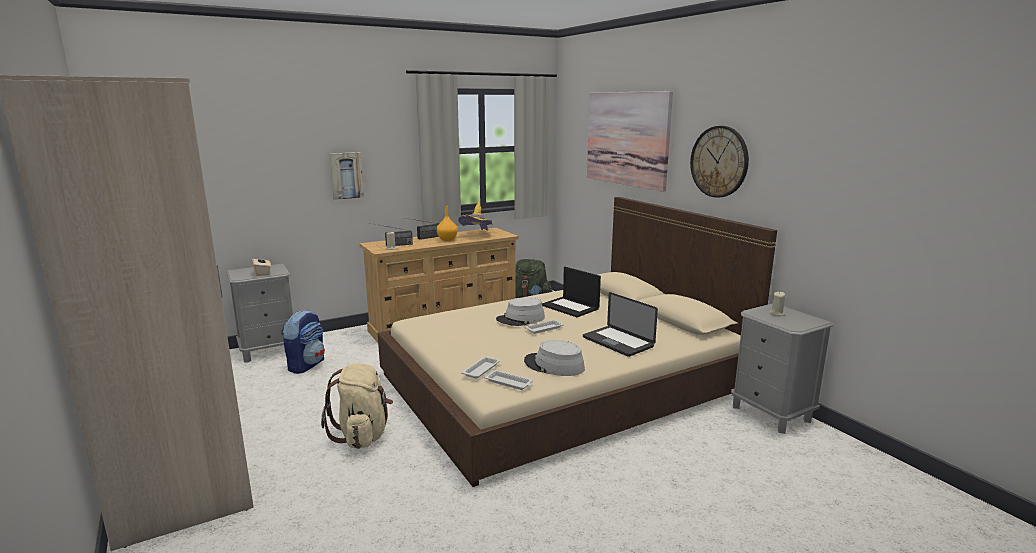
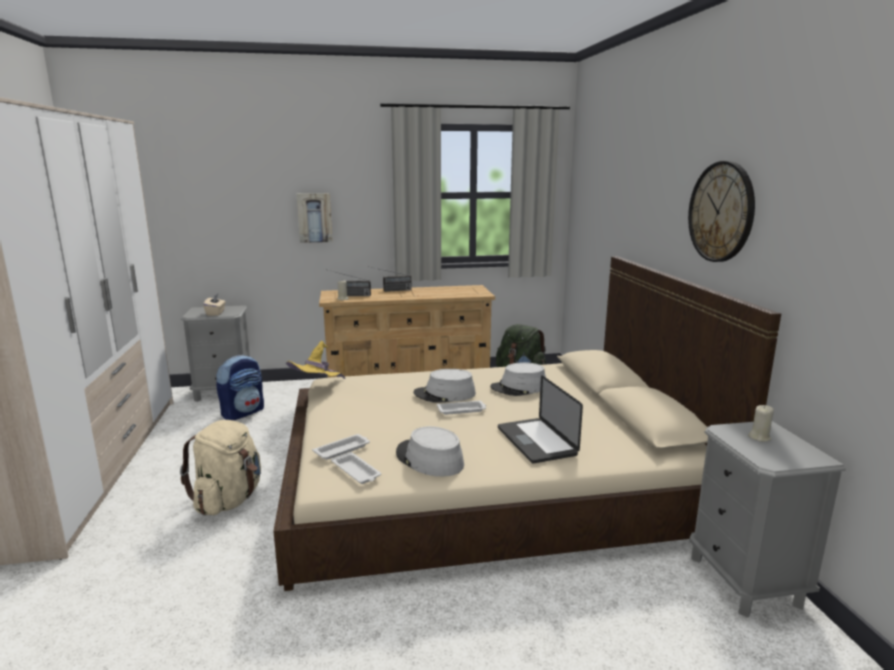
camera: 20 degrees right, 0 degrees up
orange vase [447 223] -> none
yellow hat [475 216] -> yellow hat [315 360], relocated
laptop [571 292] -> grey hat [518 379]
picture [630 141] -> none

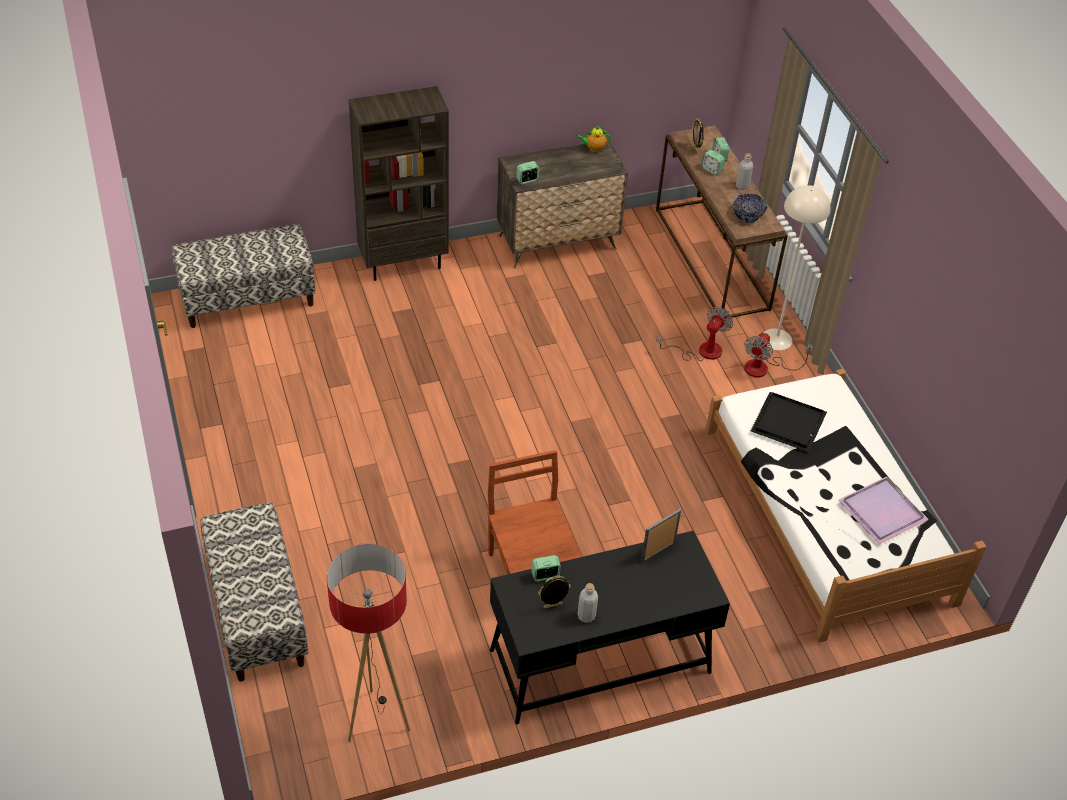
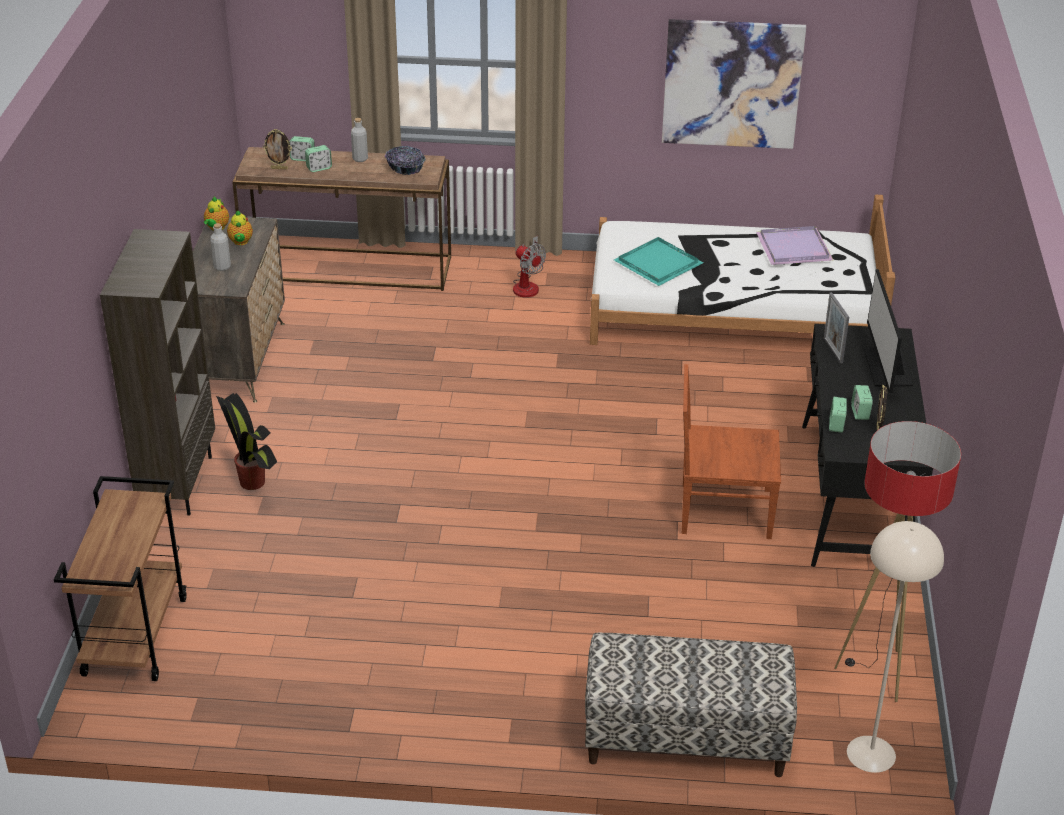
camera: 65 degrees left, 10 degrees down
bench [244 276] -> brown cart [120 578]
alarm clock [528 172] -> alarm clock [862 402], relocated
grey bottle [588 603] -> grey bottle [220 247], relocated
fan [694 334] -> none
black tray [789 422] -> turquoise tray [658 261]
beige floor lamp [797 267] -> beige floor lamp [895 647], relocated
none -> potted plant [246 441]
none -> teapot [240 227]
none -> picture [734 84]
none -> monitor [888 331]

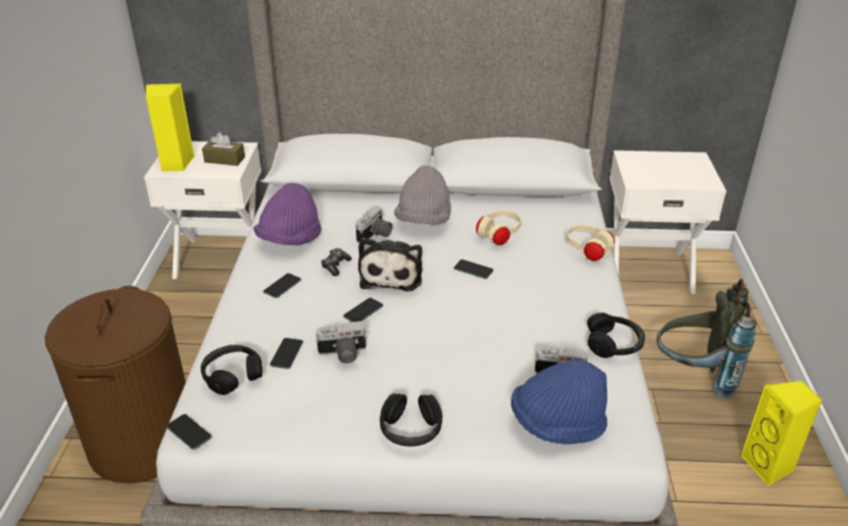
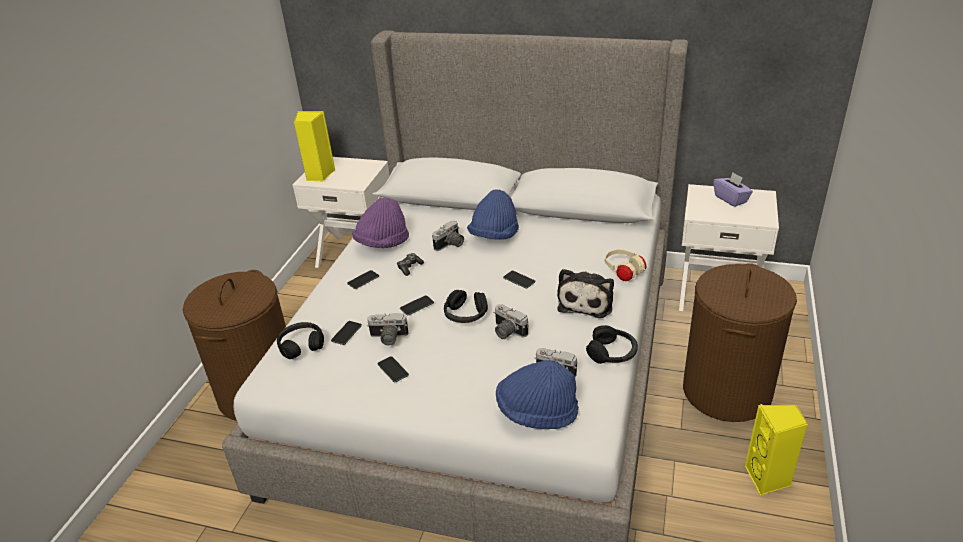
camera: 15 degrees right, 0 degrees up
phone [189 432] -> phone [393 369], relocated
brown tissue box [223 149] -> none
plush toy [390 265] -> plush toy [585 293], relocated
black headphones [411 419] -> black headphones [466 306], relocated
grey hat [422 195] -> blue hat [493 214]
beige headphones [499 227] -> none
grey backpack [706 338] -> brown laundry basket [740 342]
none -> photo camera [511 321]
none -> purple tissue box [733 189]

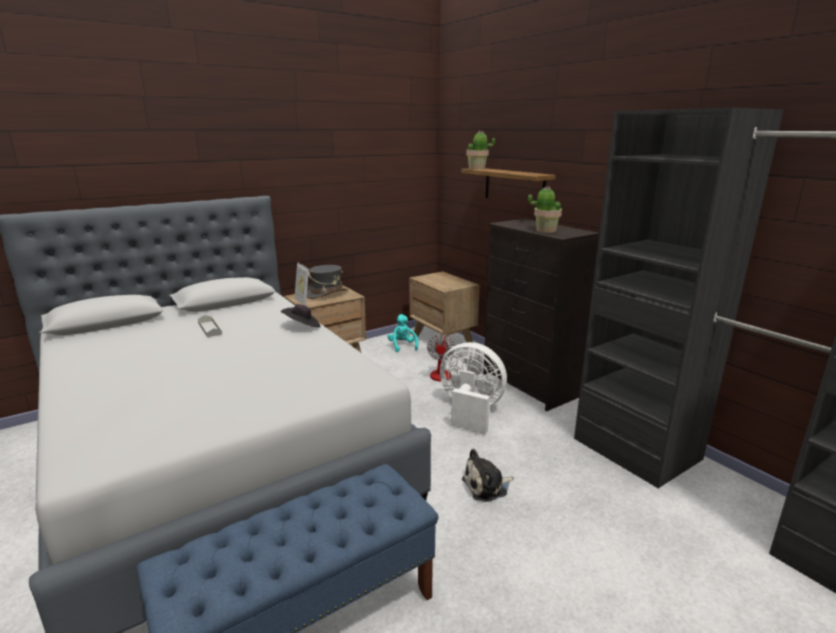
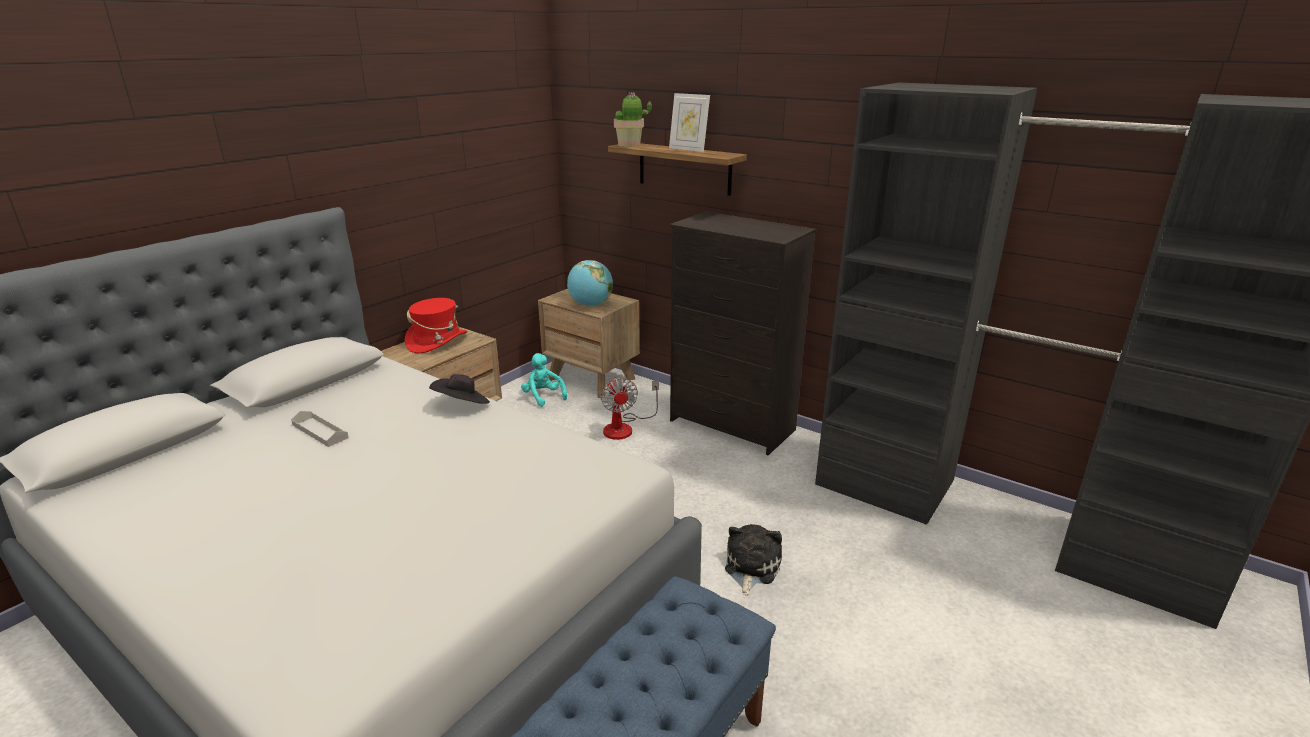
camera: 20 degrees left, 5 degrees up
picture frame [302 284] -> picture frame [689 122], relocated
grey hat [327 282] -> red hat [436 326]
white fan [473 388] -> none
plush toy [488 475] -> plush toy [753 560], 150 degrees clockwise
potted plant [545 209] -> none
none -> globe [590 283]

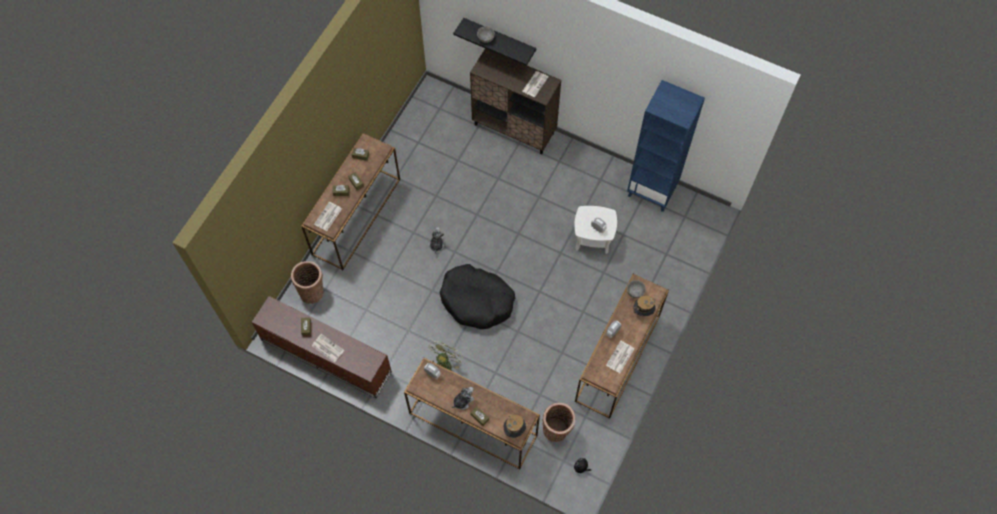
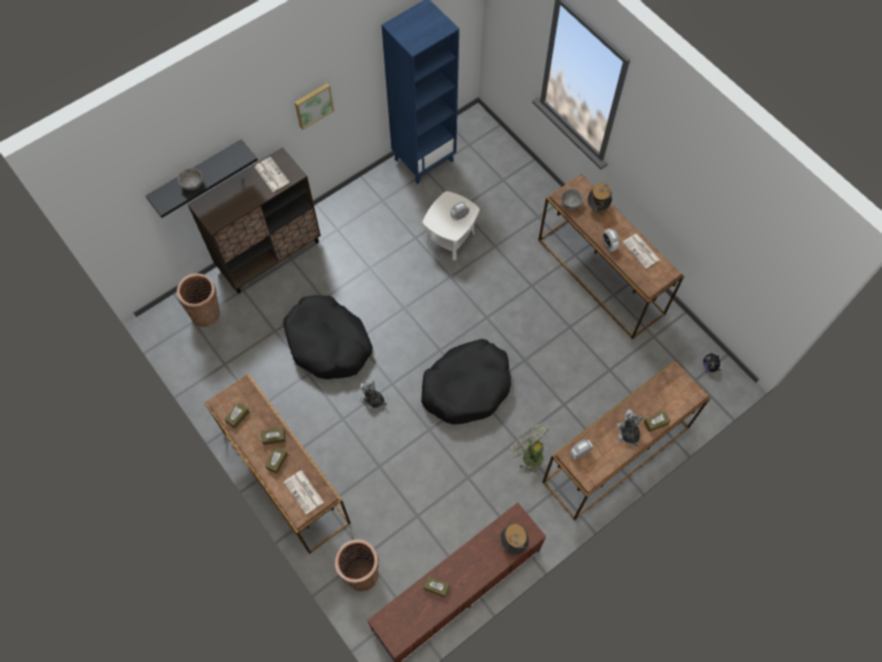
camera: 65 degrees left, 0 degrees up
newspaper [328 348] -> none
hat [515 426] -> hat [515 539], relocated
basket [559 422] -> basket [198 300], relocated
none -> black dog bed [328 337]
none -> picture [314 106]

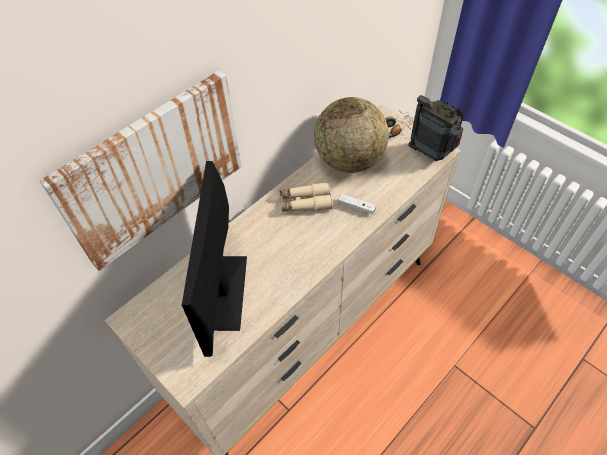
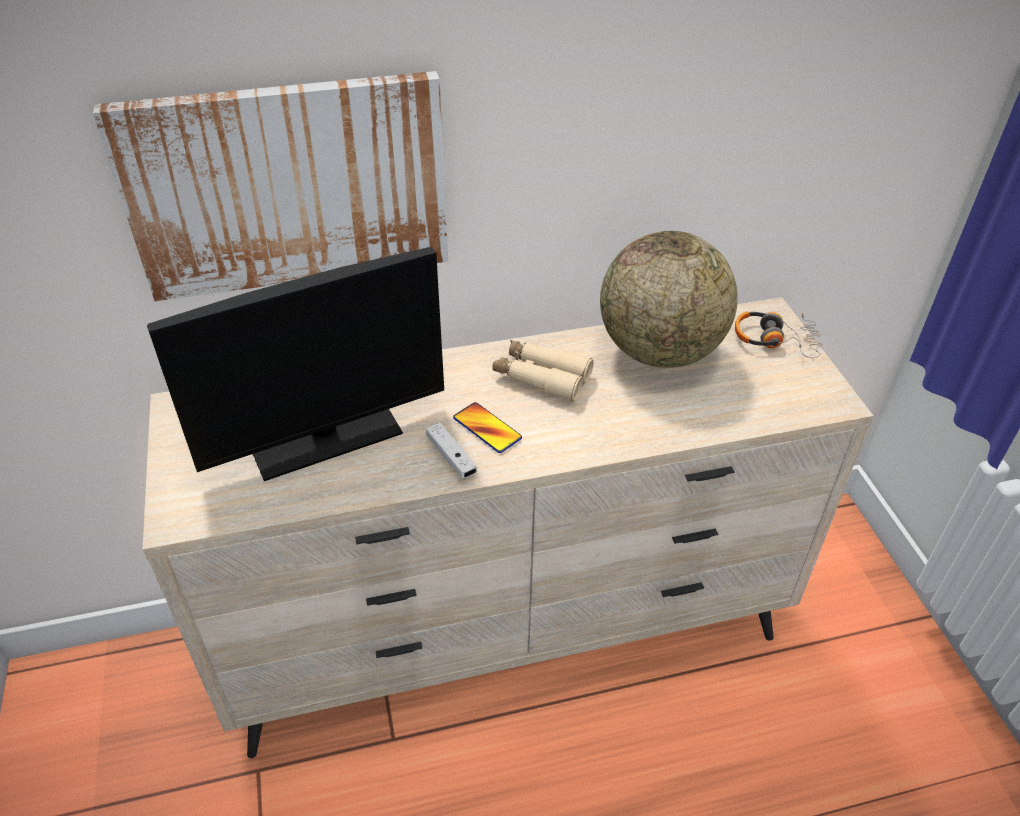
camera: 30 degrees right, 10 degrees down
monitor [214 259] -> monitor [295 364], 150 degrees counterclockwise
white game controller [357 204] -> white game controller [451 450], relocated
radio [440 124] -> none
none -> phone [487 427]

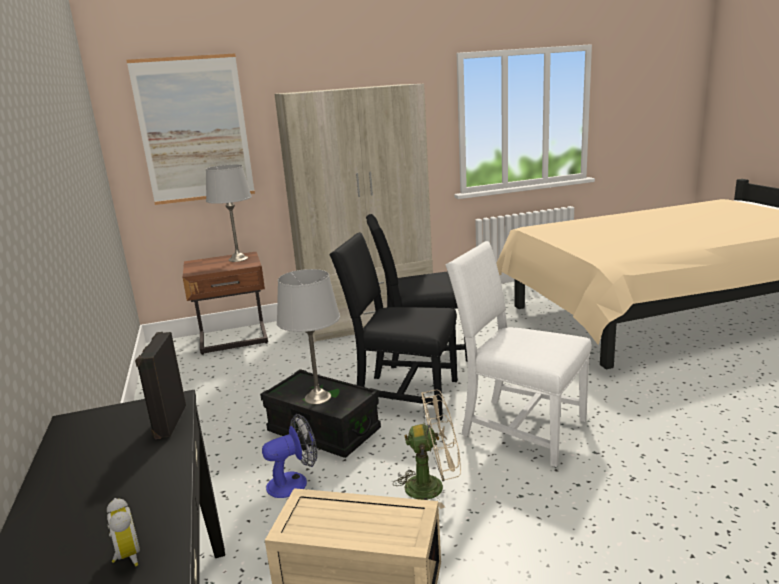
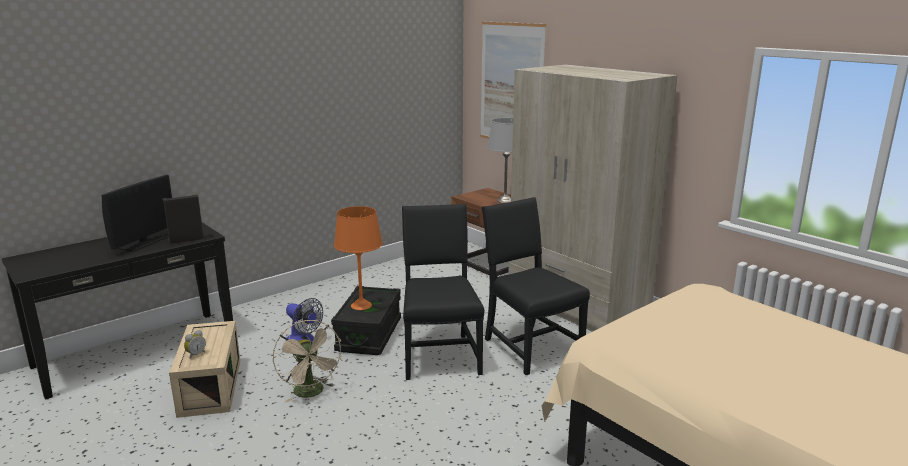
camera: 65 degrees right, 0 degrees up
alarm clock [123 532] -> alarm clock [195 344], relocated
grey table lamp [308 337] -> orange table lamp [358 258]
white chair [519 354] -> none
none -> monitor [137 213]

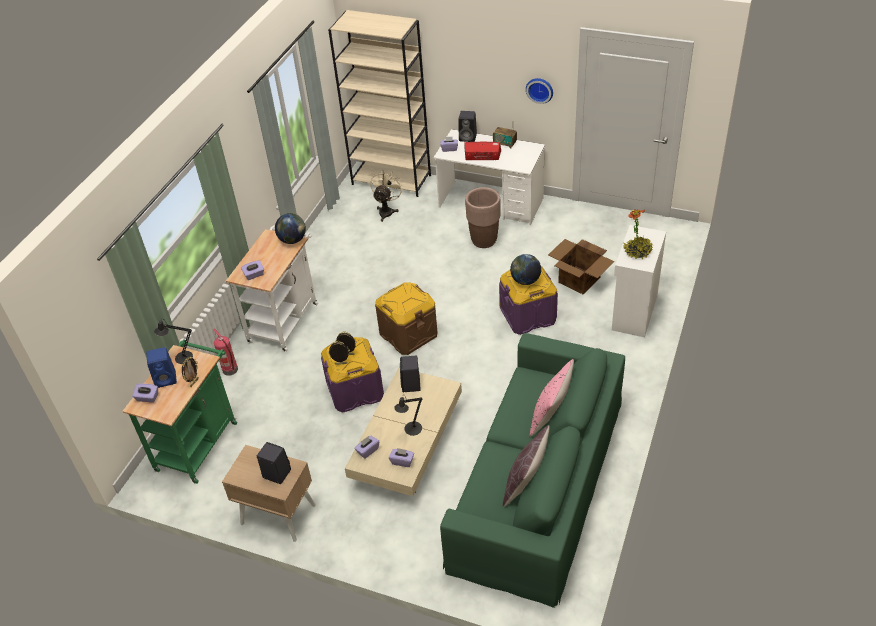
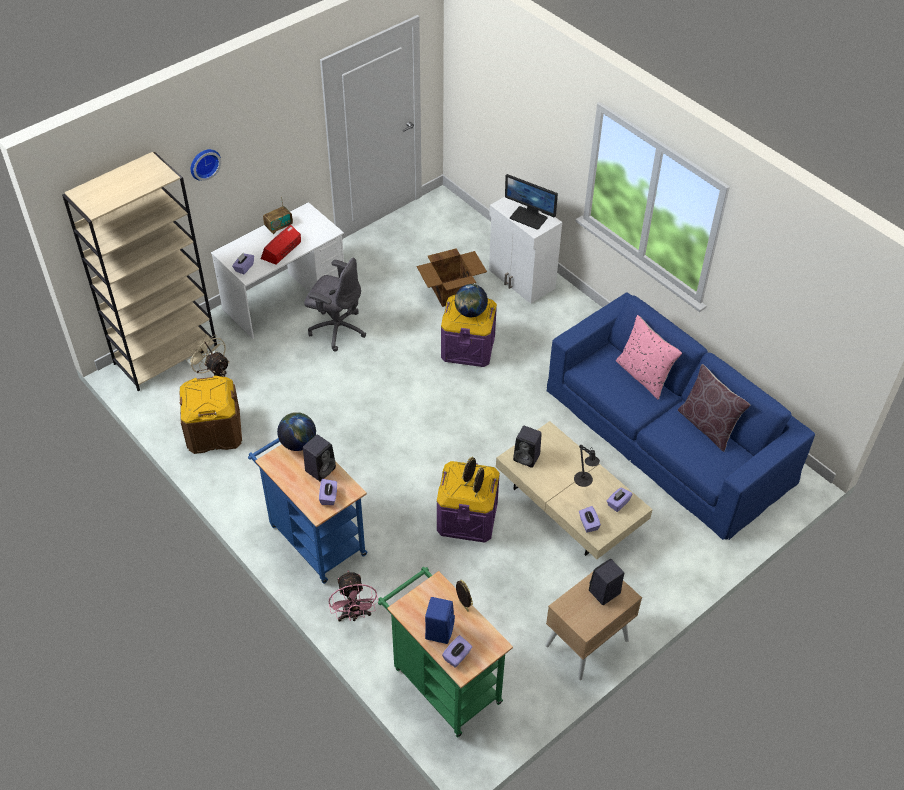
camera: 65 degrees left, 5 degrees up
black table lamp [173 342] -> none
fire extinguisher [225 352] -> pink fan [353 596]
white cart [272 288] -> blue cart [307 511]
brown storage box [406 318] -> brown storage box [211 414], relocated
green sofa [532 470] -> blue sofa [681 416]
black speaker [467 126] -> black speaker [319 458], relocated
brown planter [483 217] -> grey office chair [335 305]
wall clock [539 91] -> wall clock [206 165], relocated
potted plant [638 234] -> monitor [531 202]

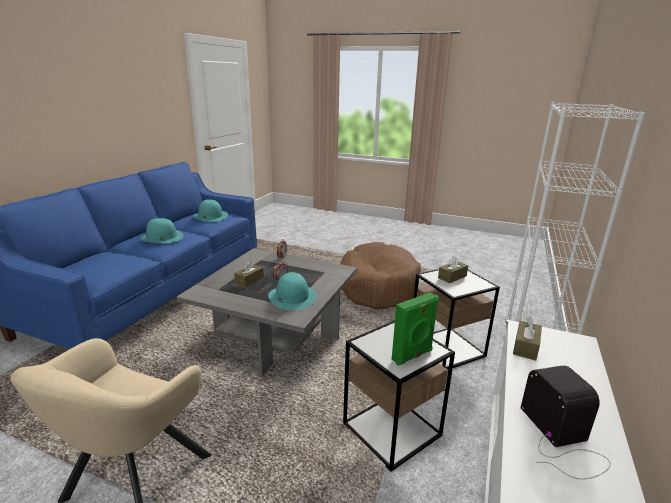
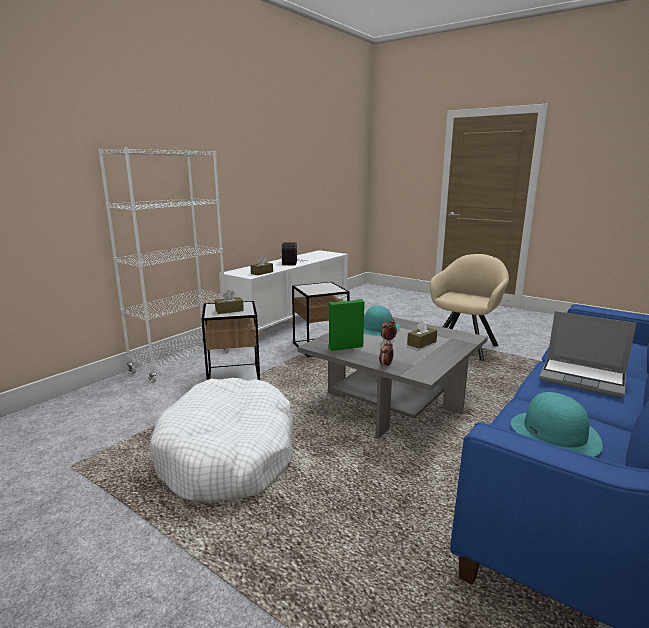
camera: 165 degrees left, 5 degrees down
turquoise hat [161 230] -> laptop [588 354]
brown dog bed [380 275] -> white dog bed [221 440]
green speaker [415 329] -> green speaker [346 325], relocated

